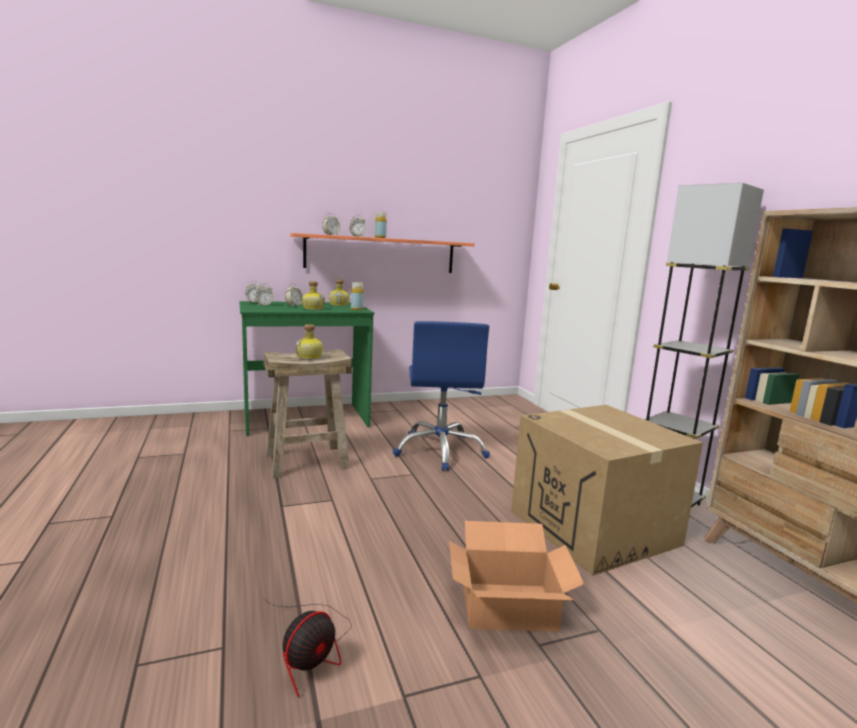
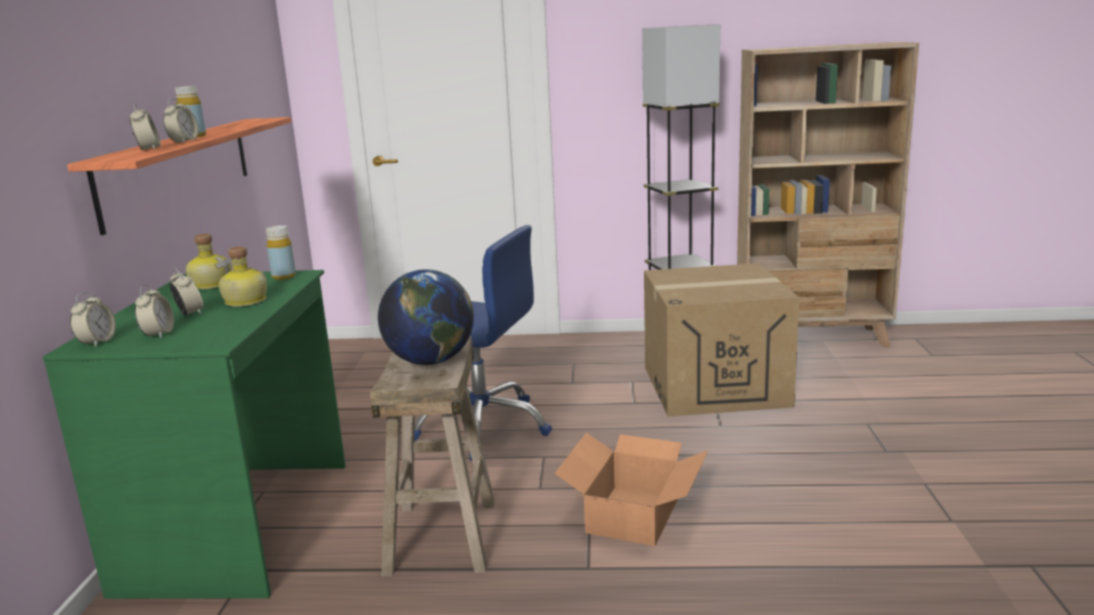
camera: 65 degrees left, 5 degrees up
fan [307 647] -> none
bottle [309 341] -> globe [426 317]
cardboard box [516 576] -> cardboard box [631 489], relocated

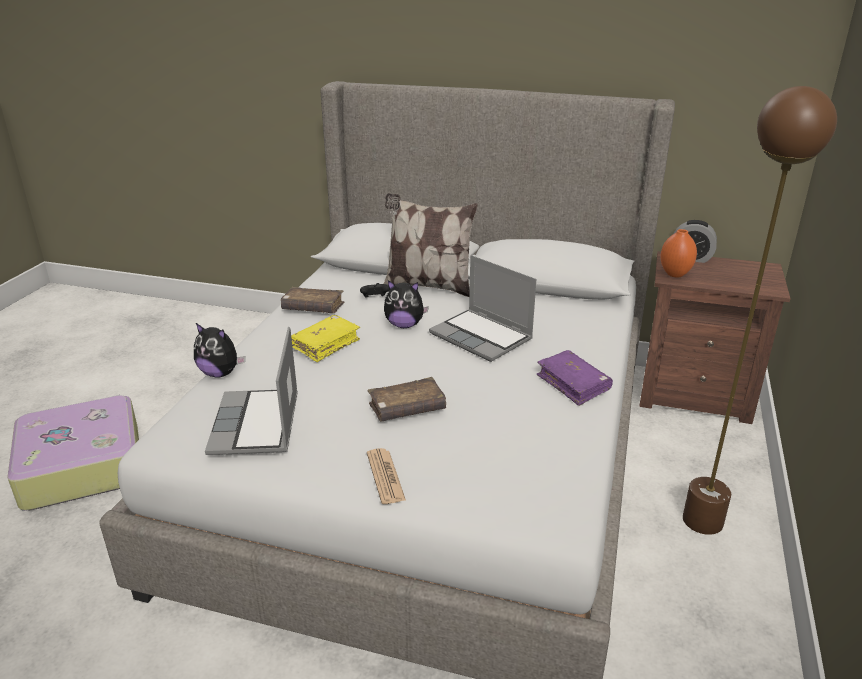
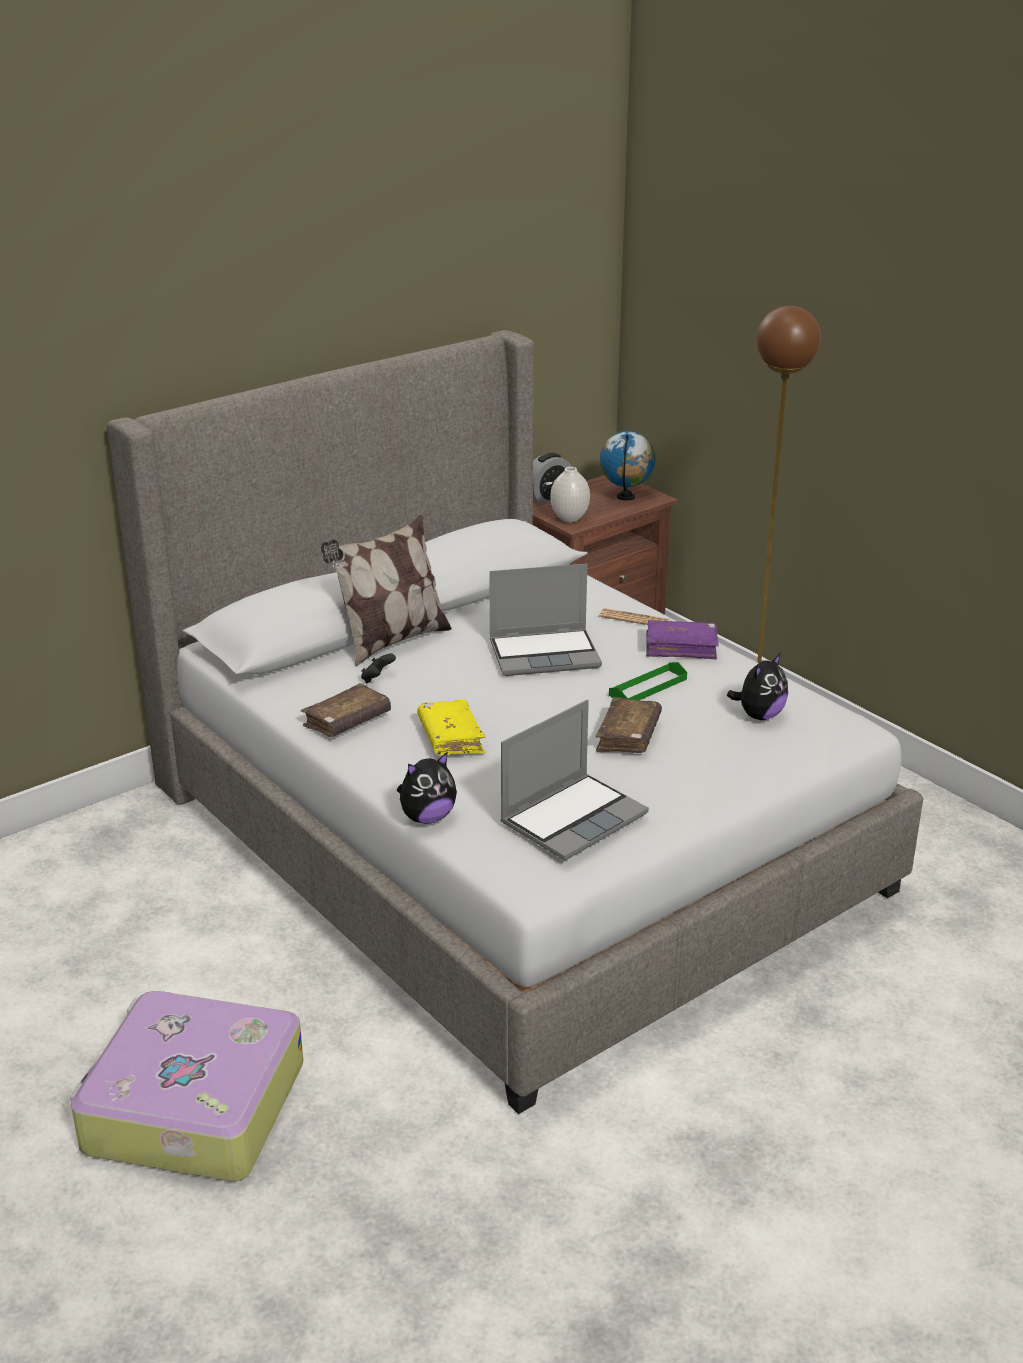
camera: 55 degrees left, 0 degrees up
laptop [251 391] -> laptop [574 780], 75 degrees counterclockwise
newspaper [386 476] -> newspaper [634 616], relocated
plush toy [406 304] -> plush toy [757 686], relocated
orange vase [678 253] -> white vase [570 495]
none -> globe [627 466]
none -> green tray [648 681]

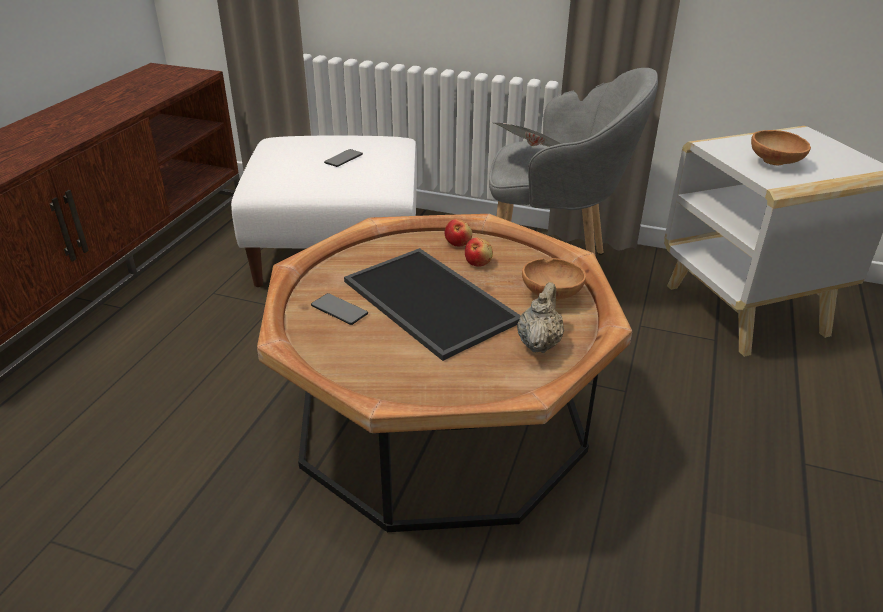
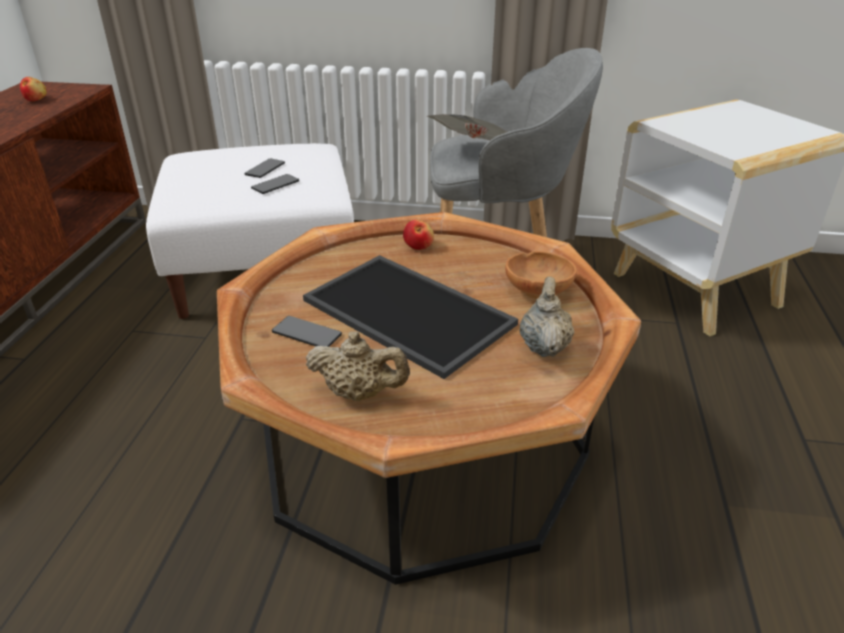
camera: 10 degrees left, 0 degrees up
apple [479 252] -> apple [33 89], relocated
brown bowl [781 147] -> none
none -> phone [275 184]
none -> beige teapot [358 366]

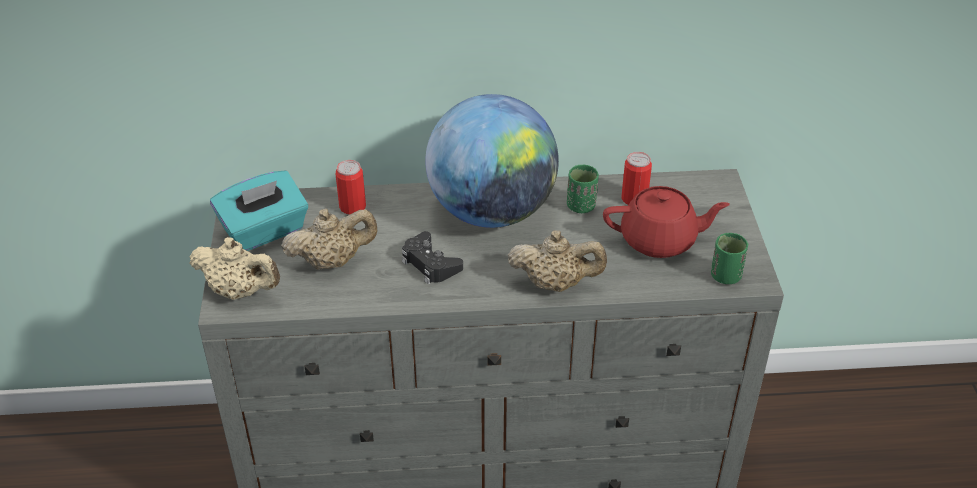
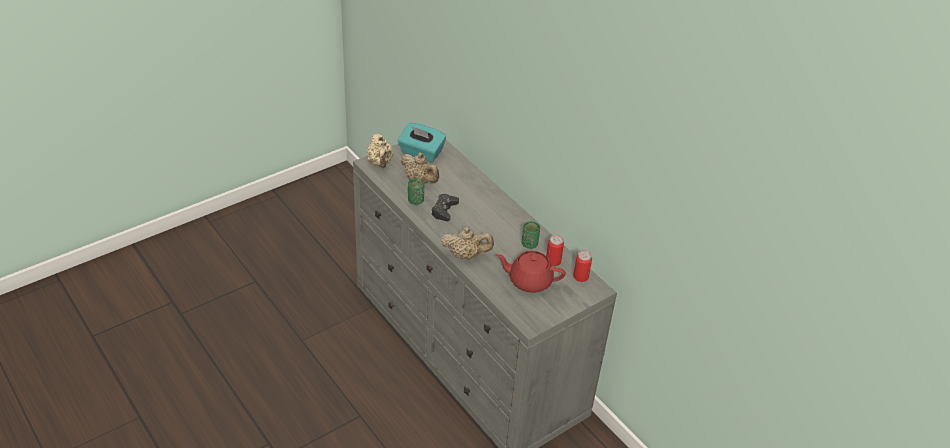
camera: 55 degrees right, 0 degrees up
can [351 187] -> can [582 266], relocated
globe [492 161] -> none
beige teapot [557 261] -> beige teapot [467 243], 60 degrees counterclockwise
red teapot [666 222] -> red teapot [531 272], 135 degrees clockwise
green cup [729 258] -> green cup [416 191], relocated

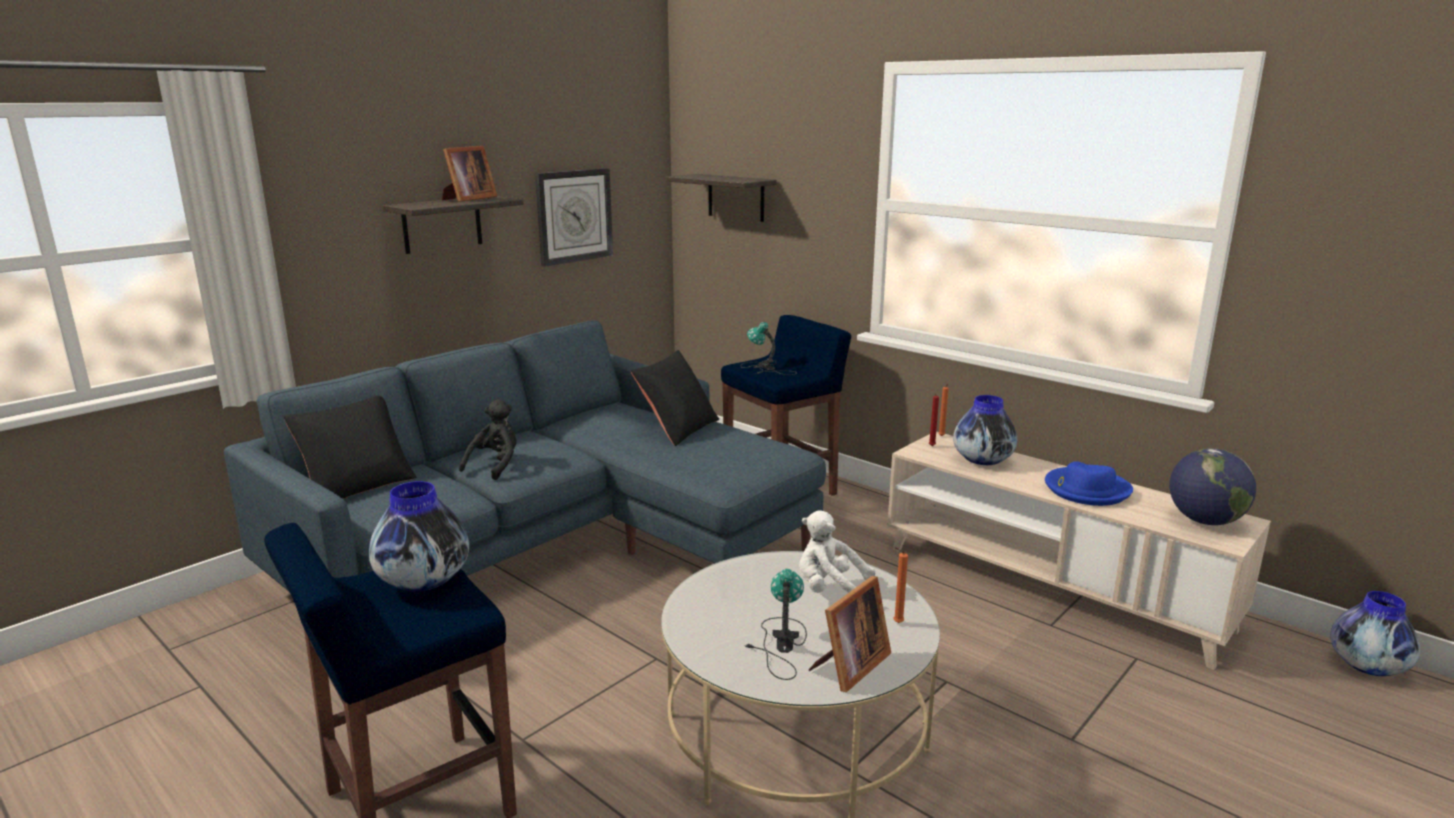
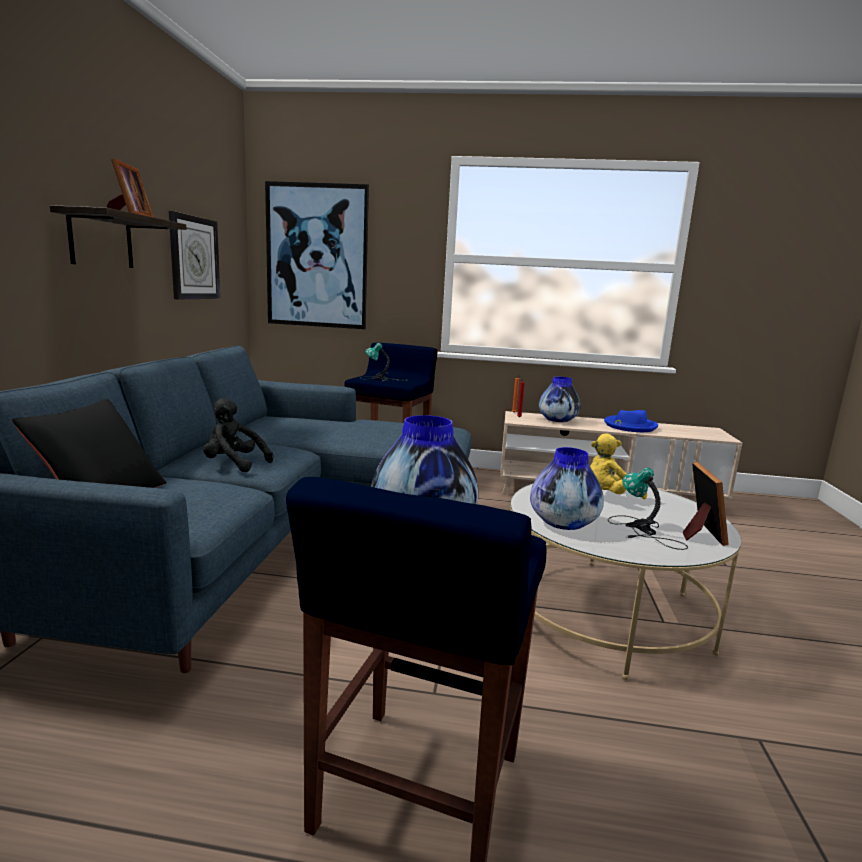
camera: 35 degrees left, 5 degrees down
black plush toy [488 439] -> black plush toy [238 435], 60 degrees counterclockwise
black pillow [675 398] -> none
shelf [721 198] -> picture [317 255]
white plush toy [837 551] -> yellow plush toy [618 466]
orange candle [901 585] -> none
globe [1212 486] -> none
vase [1375 633] -> vase [567 488], relocated

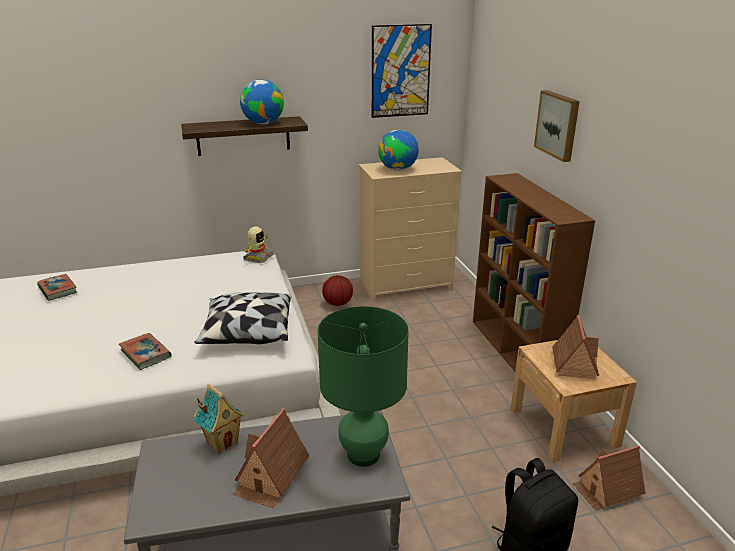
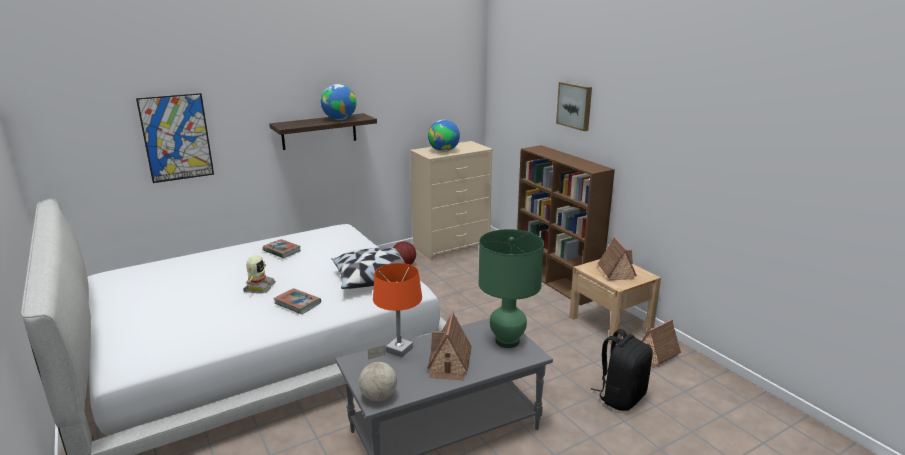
camera: 15 degrees left, 5 degrees down
book [57 287] -> book [281 248], relocated
toy house [219 419] -> orange table lamp [397 310]
toy robot [258 245] -> toy robot [259 274], relocated
picture [402 71] -> picture [175 138], relocated
none -> globe [378 373]

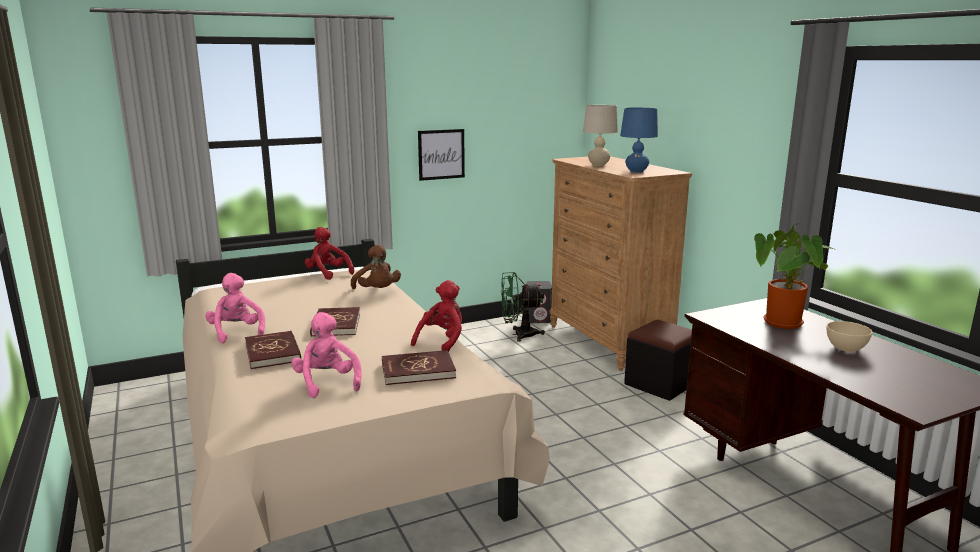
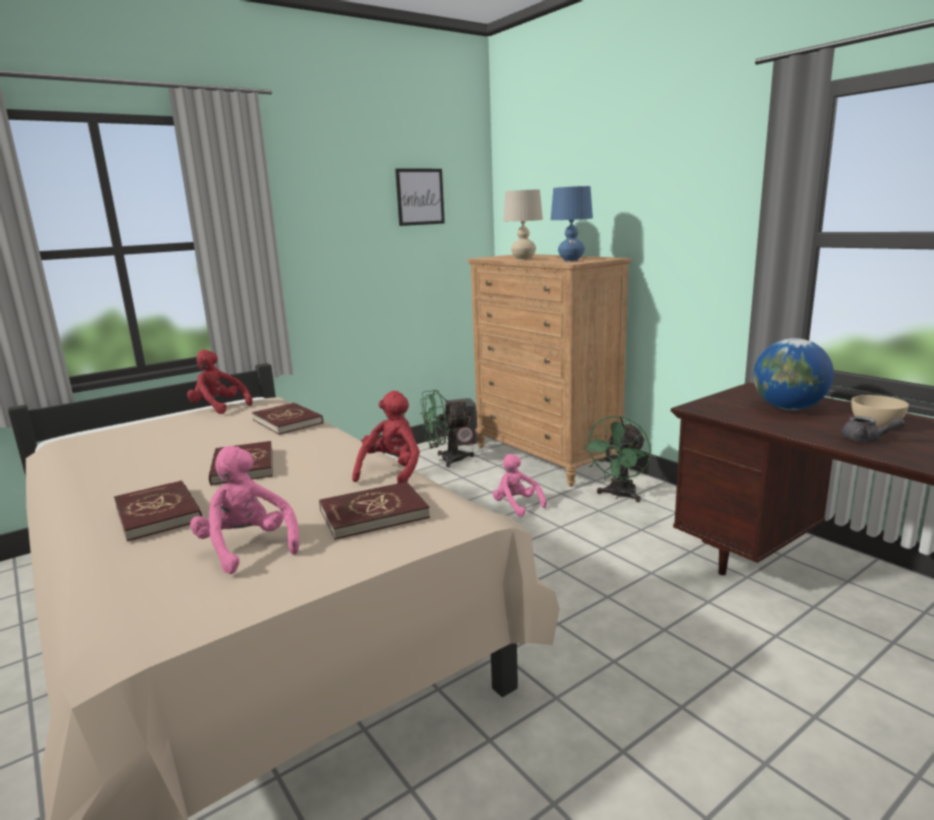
camera: 10 degrees left, 0 degrees up
pink plush toy [235 308] -> pink plush toy [520 485], relocated
brown plush toy [376 266] -> red book [287 419]
picture [441 155] -> picture [420 197], relocated
black ottoman [658 360] -> green fan [617 459]
potted plant [795 276] -> globe [793 374]
none -> grey teapot [873 429]

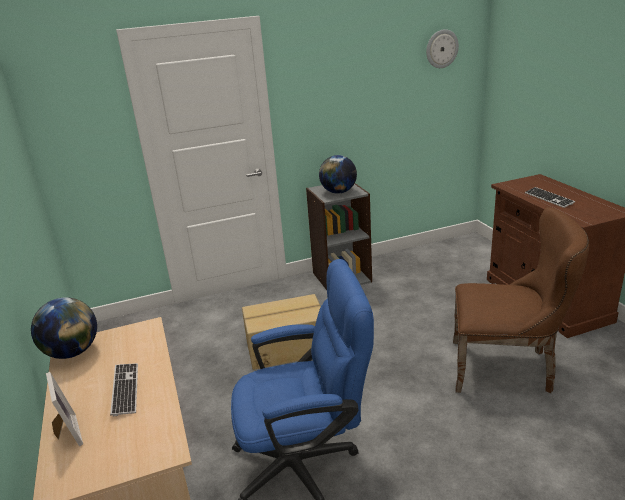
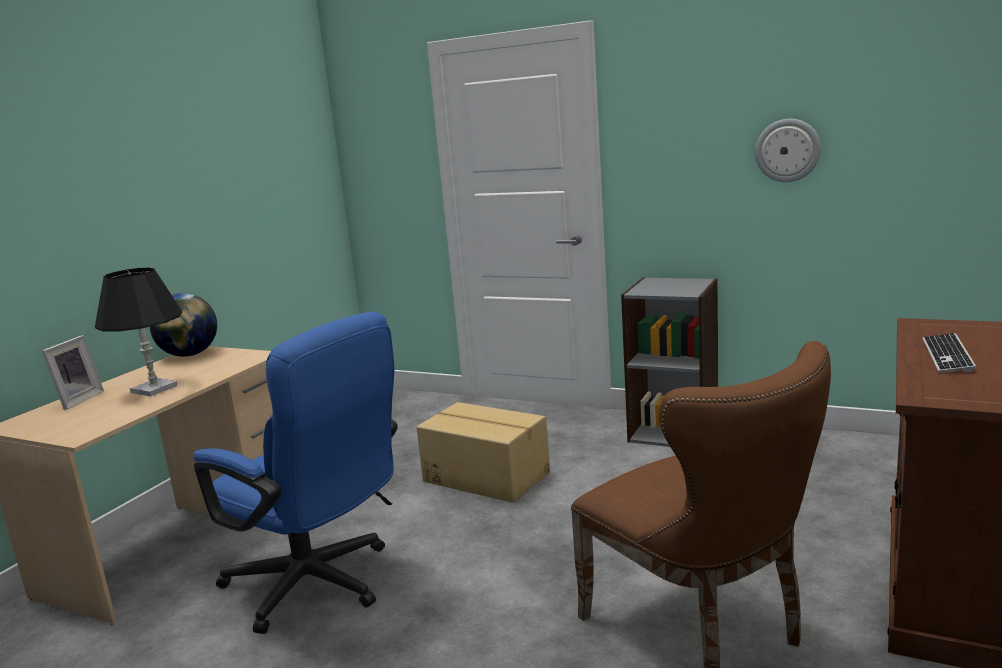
camera: 45 degrees right, 10 degrees down
keyboard [124 389] -> black table lamp [138 332]
globe [338 174] -> none
wall clock [442 48] -> wall clock [788 150], relocated

